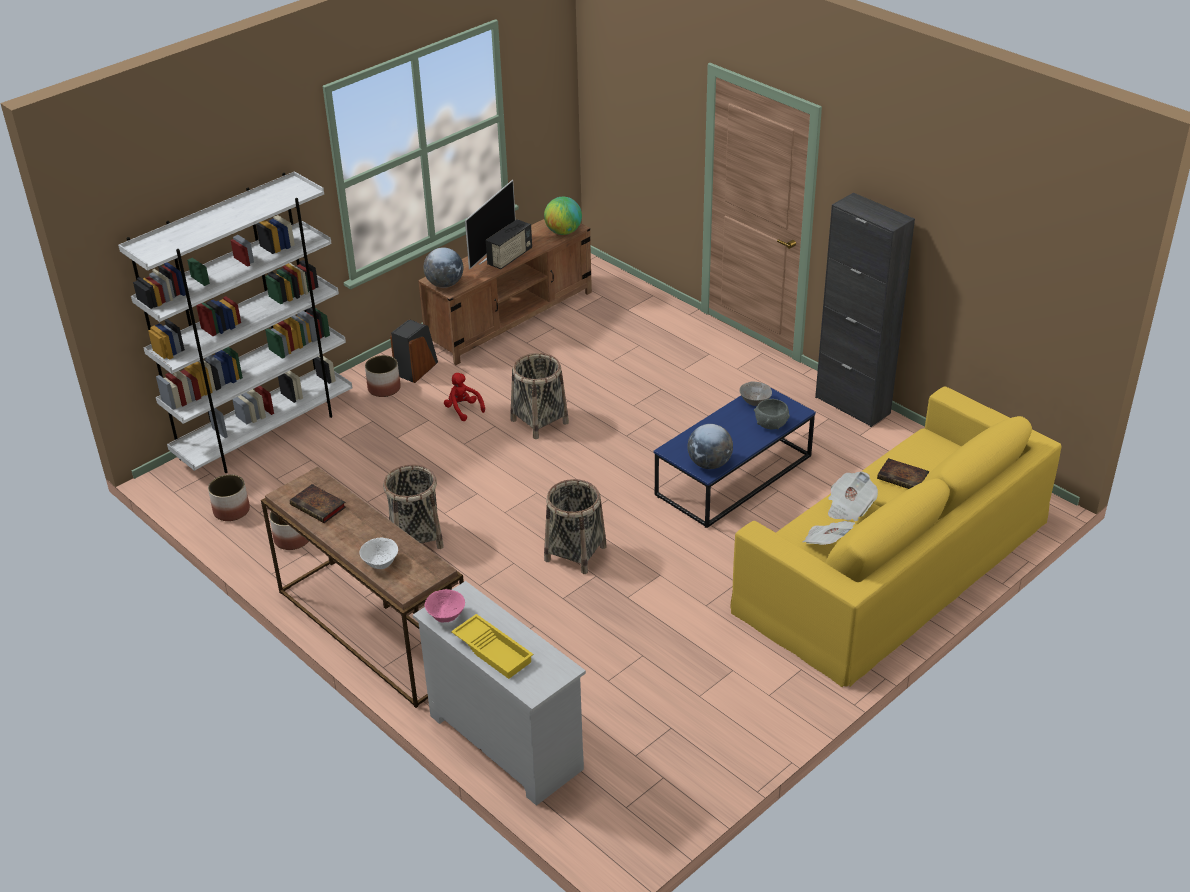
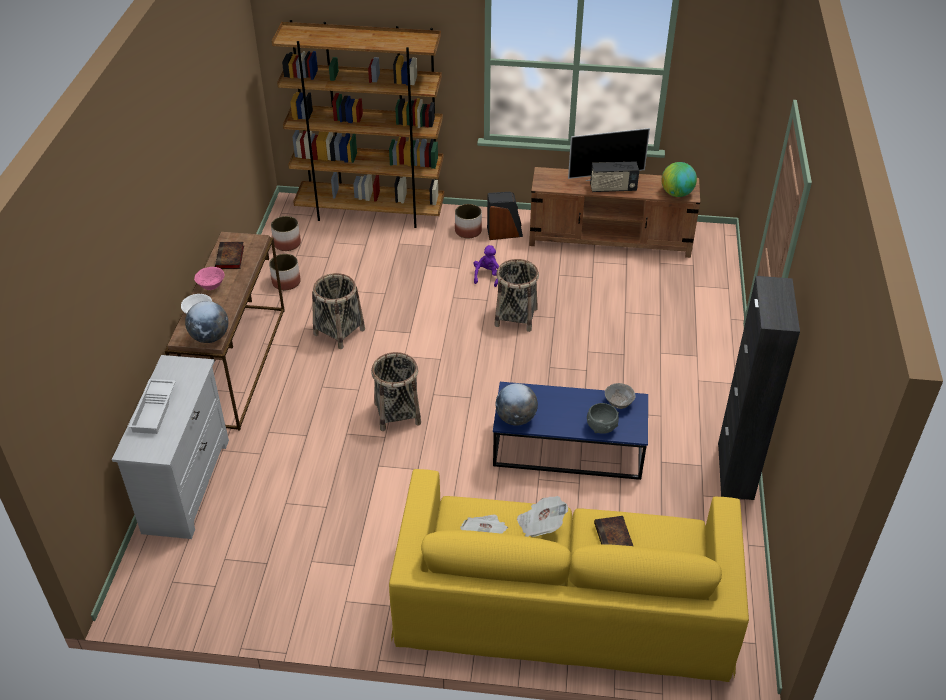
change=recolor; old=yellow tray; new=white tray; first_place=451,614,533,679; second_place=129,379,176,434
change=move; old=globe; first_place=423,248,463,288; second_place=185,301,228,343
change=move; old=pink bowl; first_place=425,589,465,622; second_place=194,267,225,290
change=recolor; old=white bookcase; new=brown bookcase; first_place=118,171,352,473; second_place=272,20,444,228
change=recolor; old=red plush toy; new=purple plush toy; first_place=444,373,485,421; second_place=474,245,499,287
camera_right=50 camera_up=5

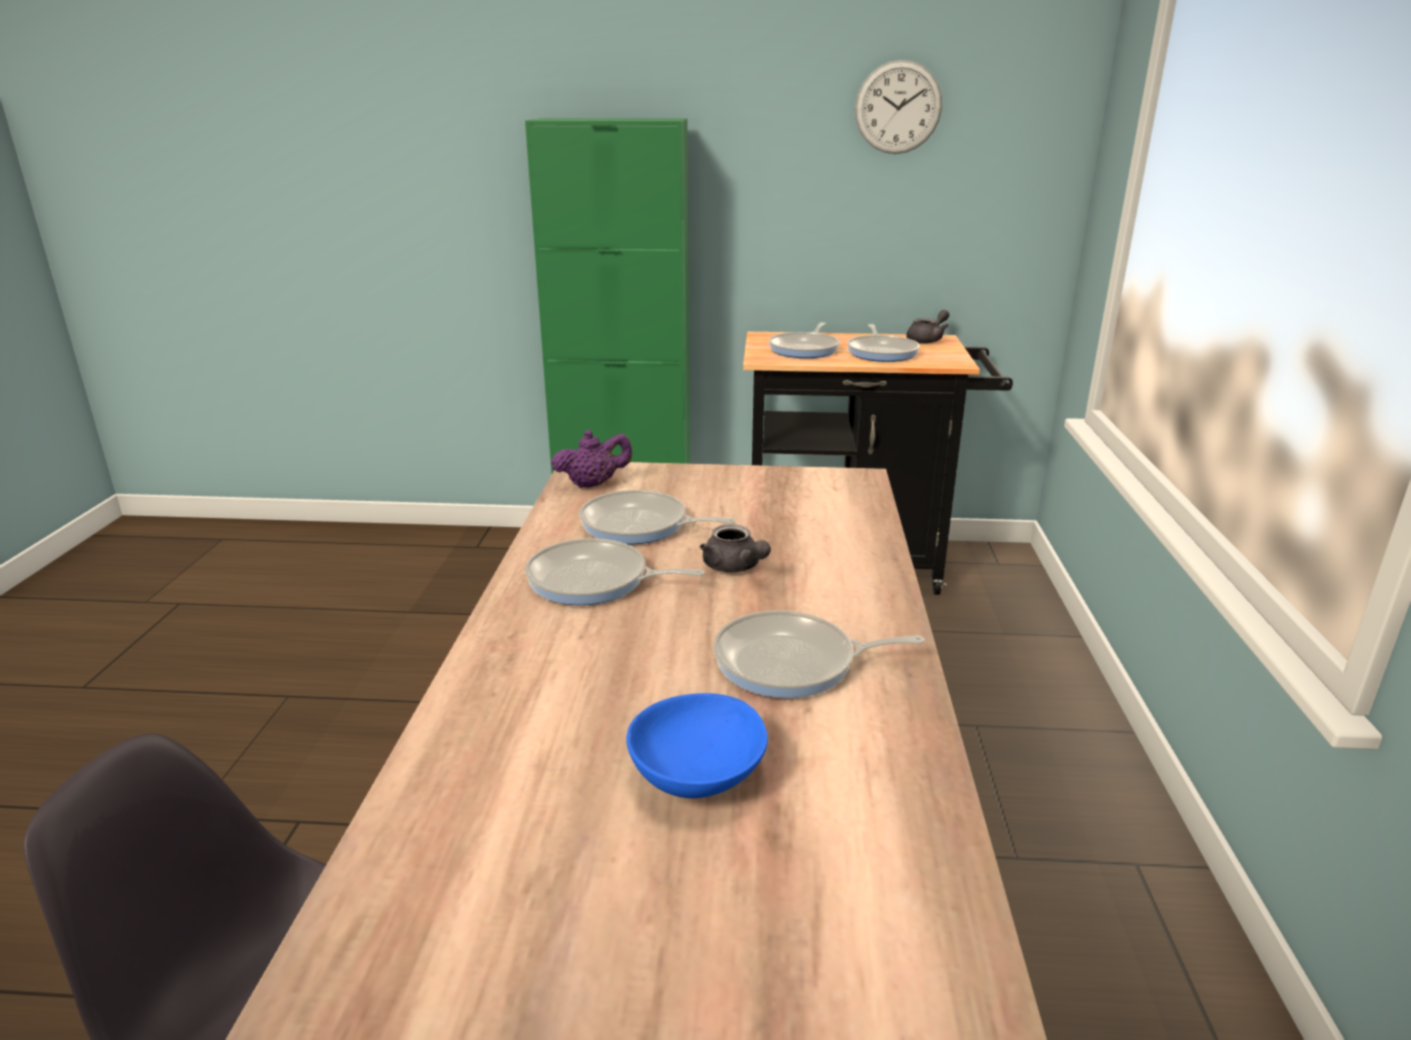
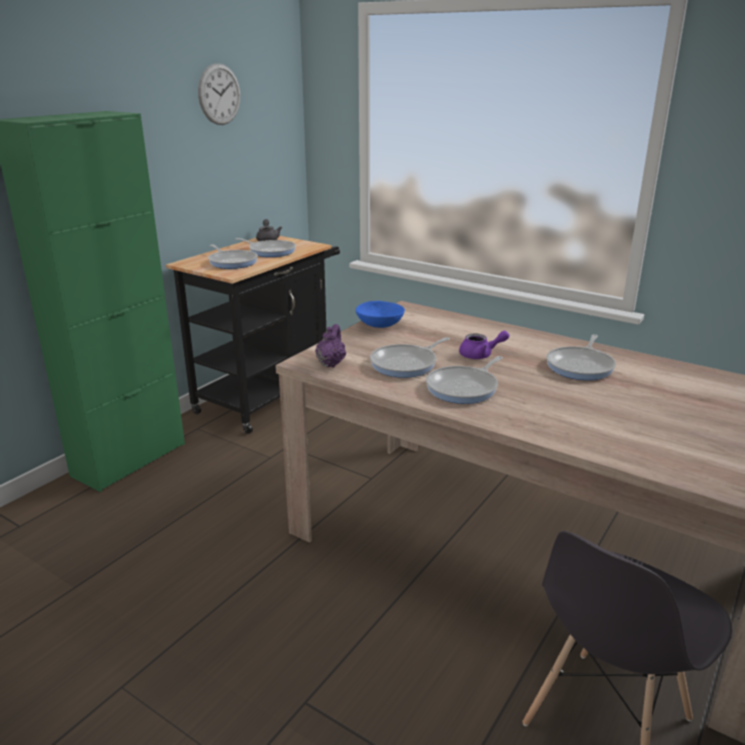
change=move; old=blue bowl; first_place=626,693,768,798; second_place=356,301,405,328
change=recolor; old=grey teapot; new=purple teapot; first_place=700,524,771,573; second_place=459,331,509,359
camera_right=-60 camera_up=0

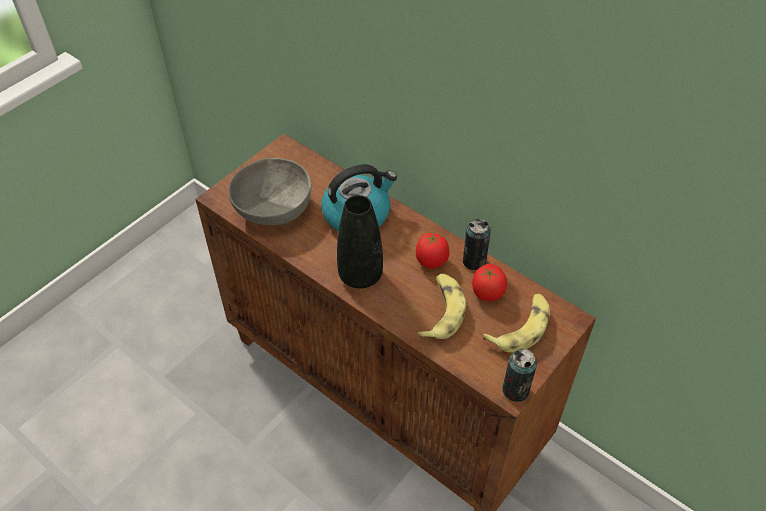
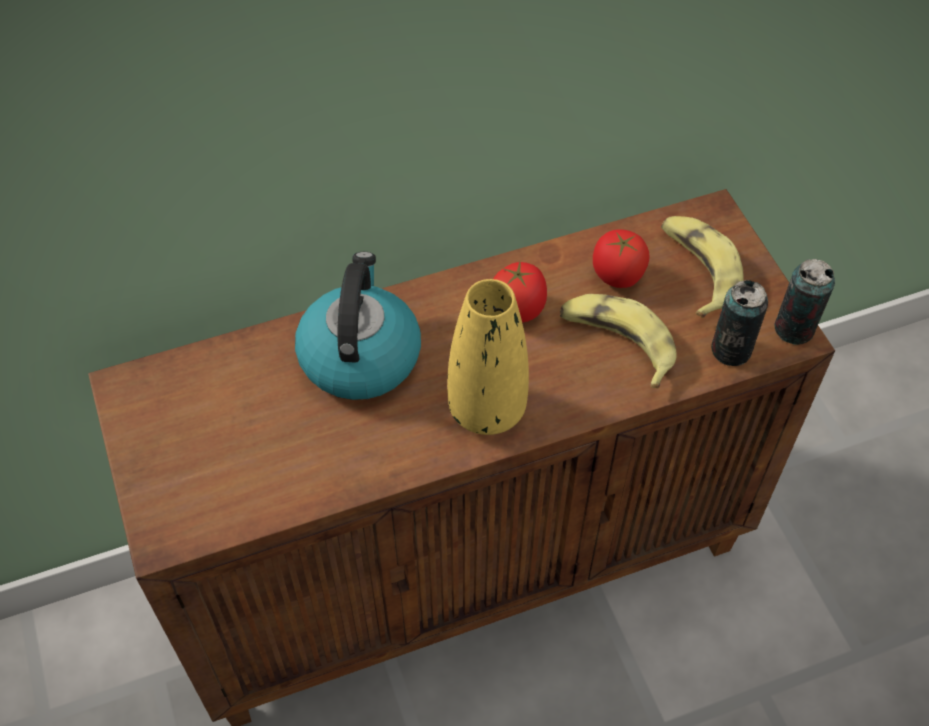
change=recolor; old=black vase; new=yellow vase; first_place=337,195,383,288; second_place=447,279,529,435
change=move; old=can; first_place=463,219,491,270; second_place=711,280,768,366
change=delete; old=grey bowl; first_place=228,158,311,225
camera_right=-60 camera_up=5

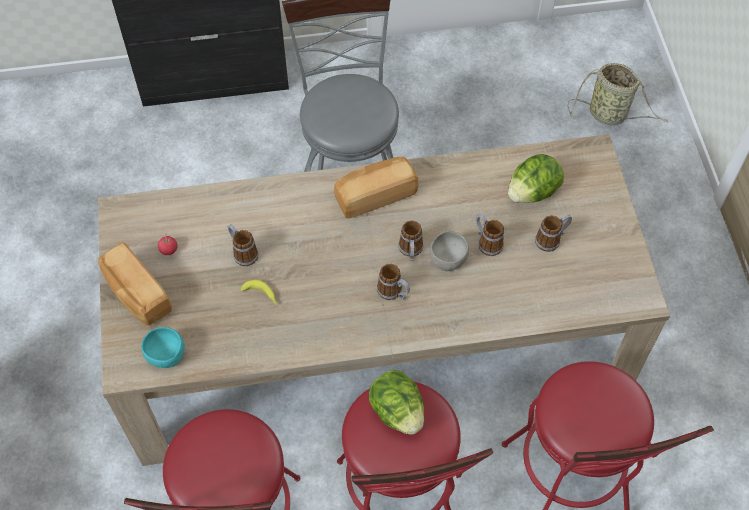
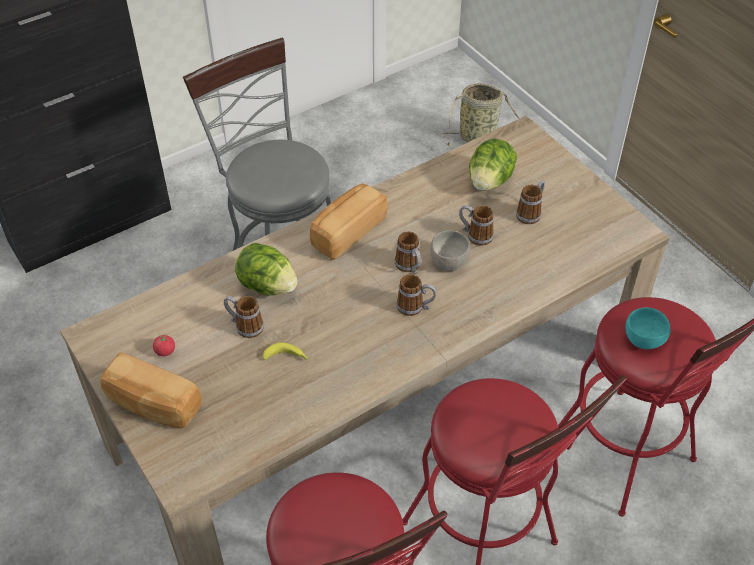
change=move; old=lettuce; first_place=369,370,424,435; second_place=235,243,297,296
change=move; old=turquoise bowl; first_place=141,327,185,368; second_place=625,308,670,349
camera_right=-25 camera_up=-10

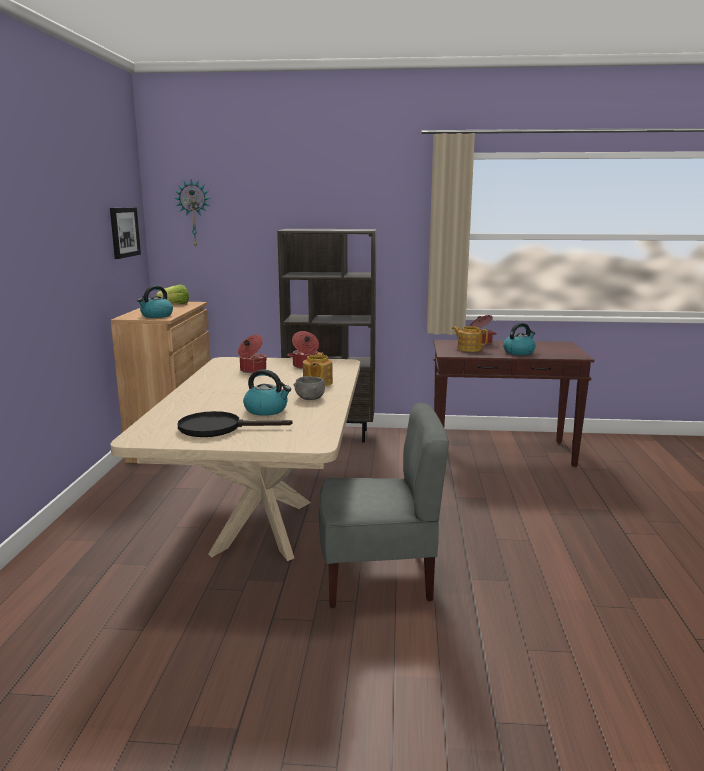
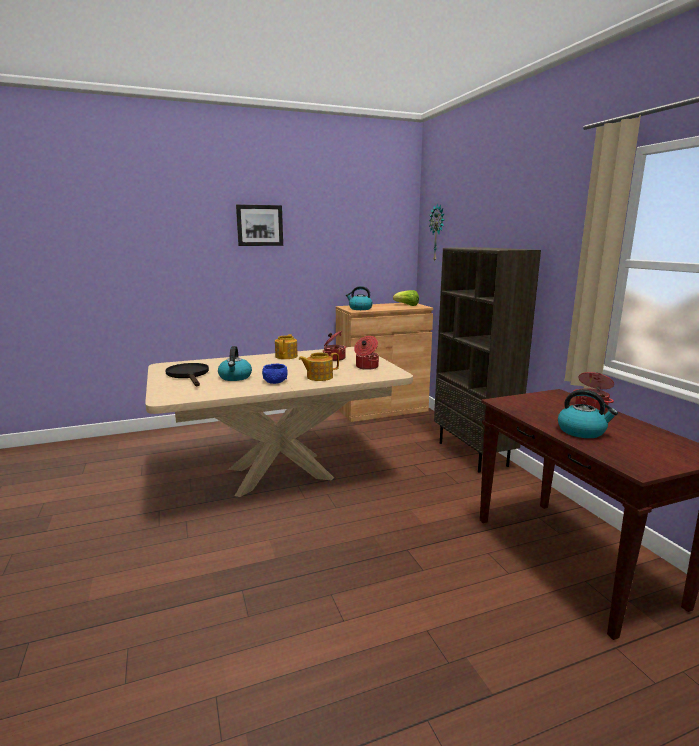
change=move; old=picture; first_place=110,207,141,259; second_place=236,204,283,246
change=recolor; old=grey bowl; new=blue bowl; first_place=294,376,326,400; second_place=262,364,288,384
change=move; old=teapot; first_place=452,326,488,352; second_place=275,334,298,359
change=delete; old=grey chair; first_place=319,403,449,608
camera_right=65 camera_up=0

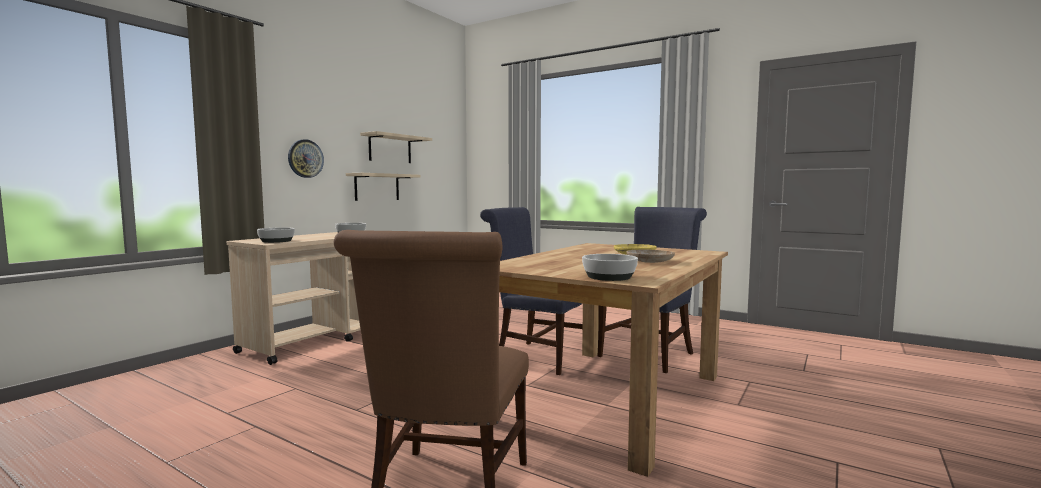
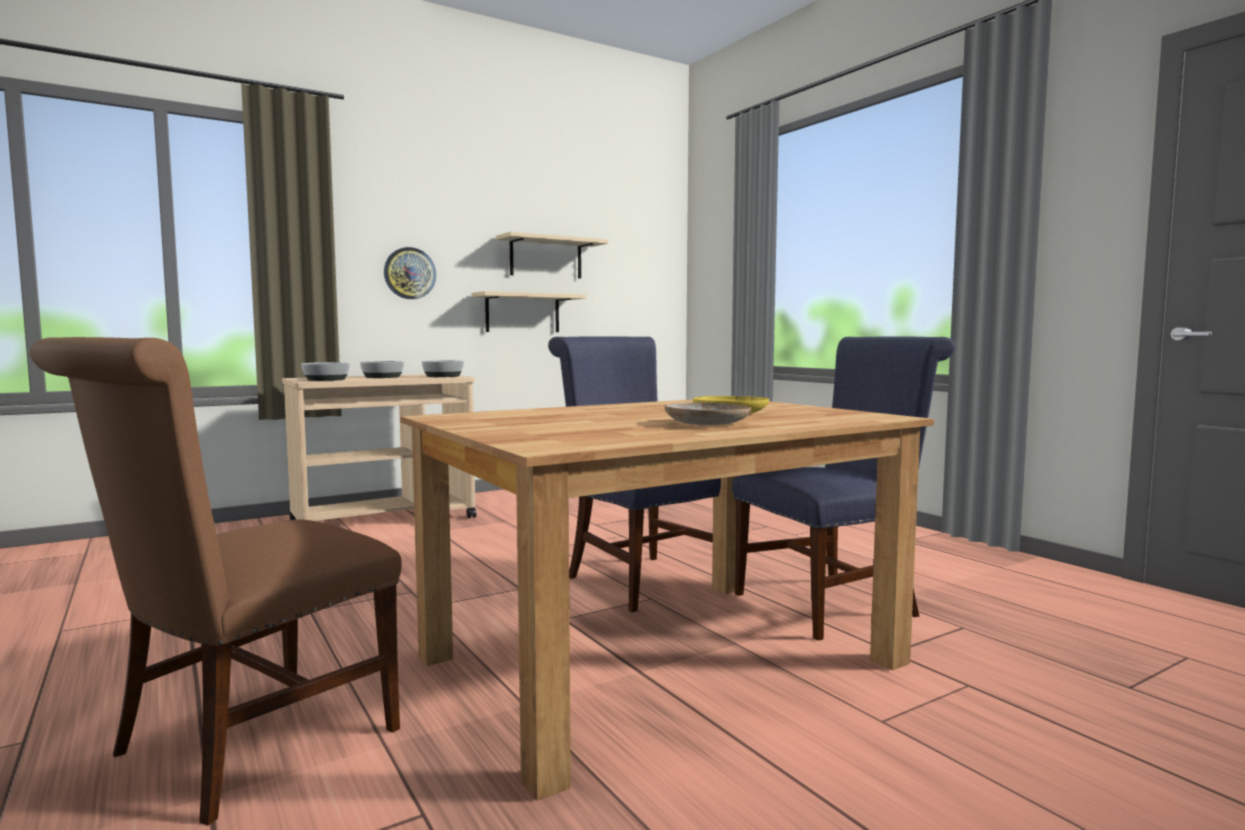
change=move; old=bowl; first_place=582,254,638,281; second_place=360,361,404,378
camera_right=25 camera_up=0

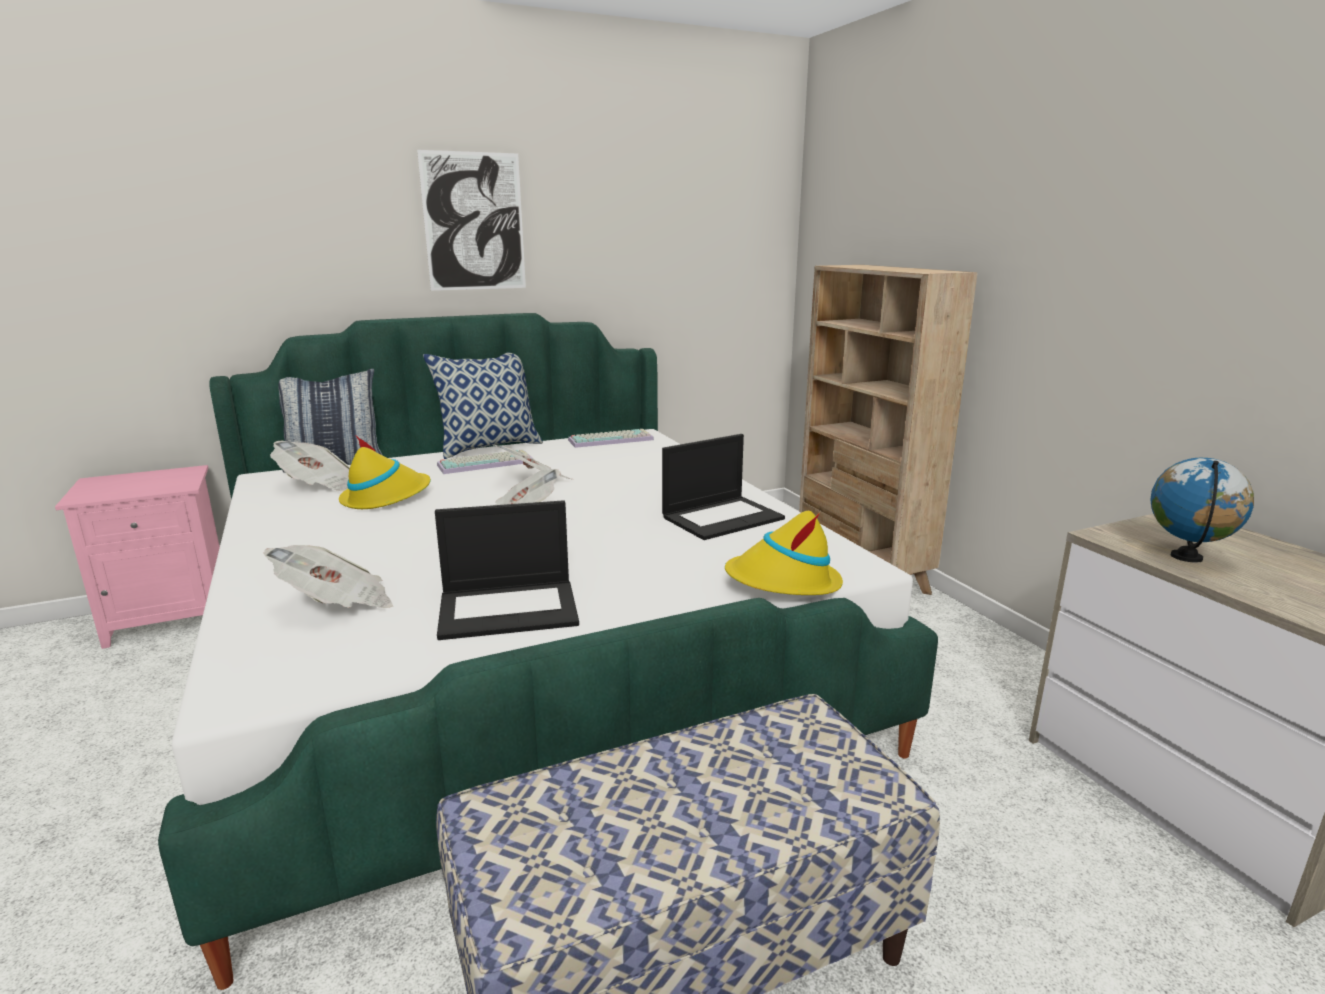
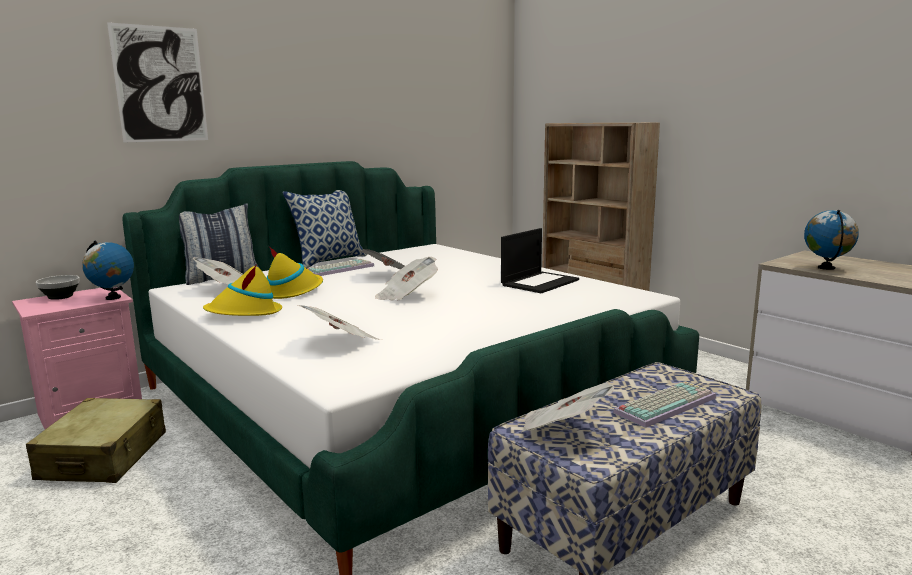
change=insert; new=beige suitcase; second_place=26,398,166,483
change=insert; new=bowl; second_place=36,275,80,300
change=insert; new=globe; second_place=82,240,134,300
change=move; old=picture; first_place=417,150,526,291; second_place=107,22,208,143
change=move; old=yellow hat; first_place=725,511,843,595; second_place=203,264,282,316
change=insert; new=newspaper; second_place=521,382,615,432
change=move; old=keyboard; first_place=568,429,654,448; second_place=613,381,716,428
change=delete; old=laptop; first_place=435,500,579,640
camera_right=-15 camera_up=-5

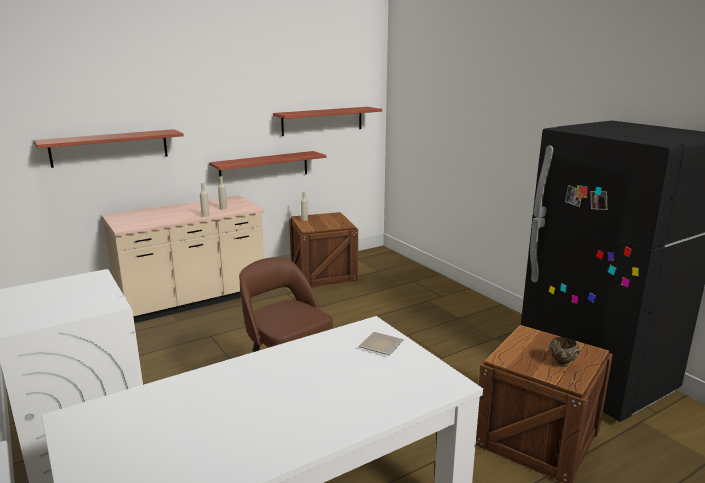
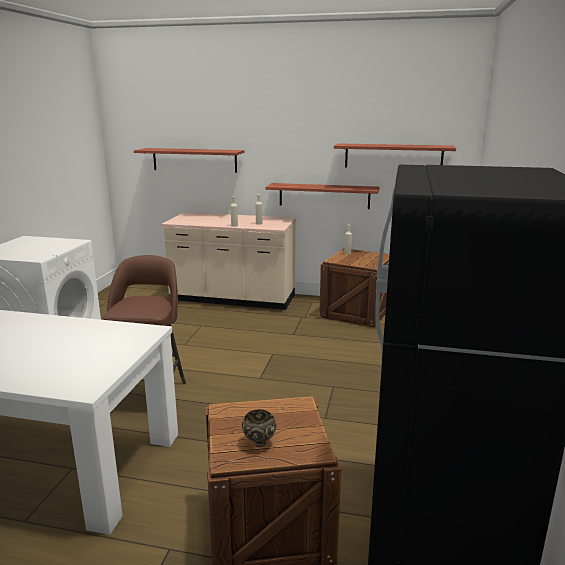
change=delete; old=plate; first_place=359,332,404,355
camera_right=45 camera_up=0

